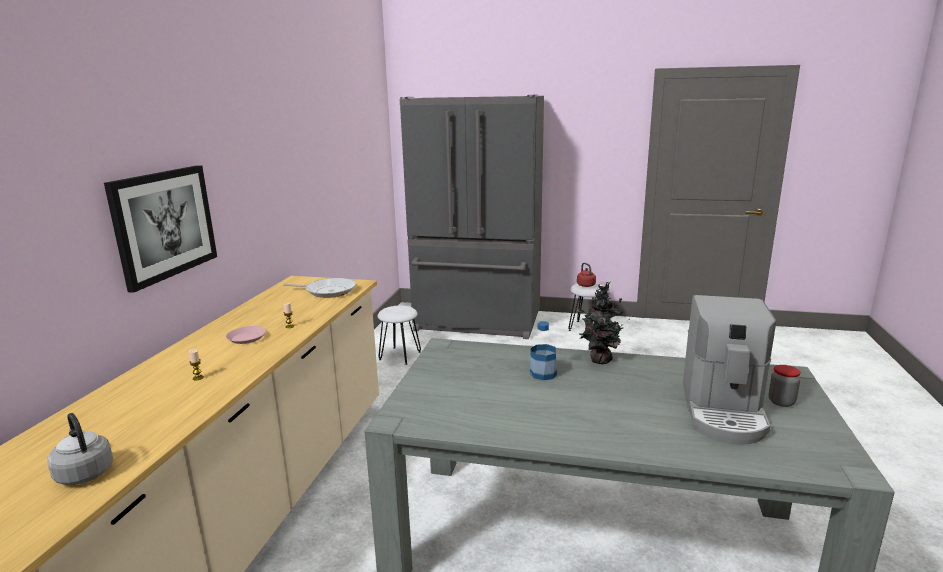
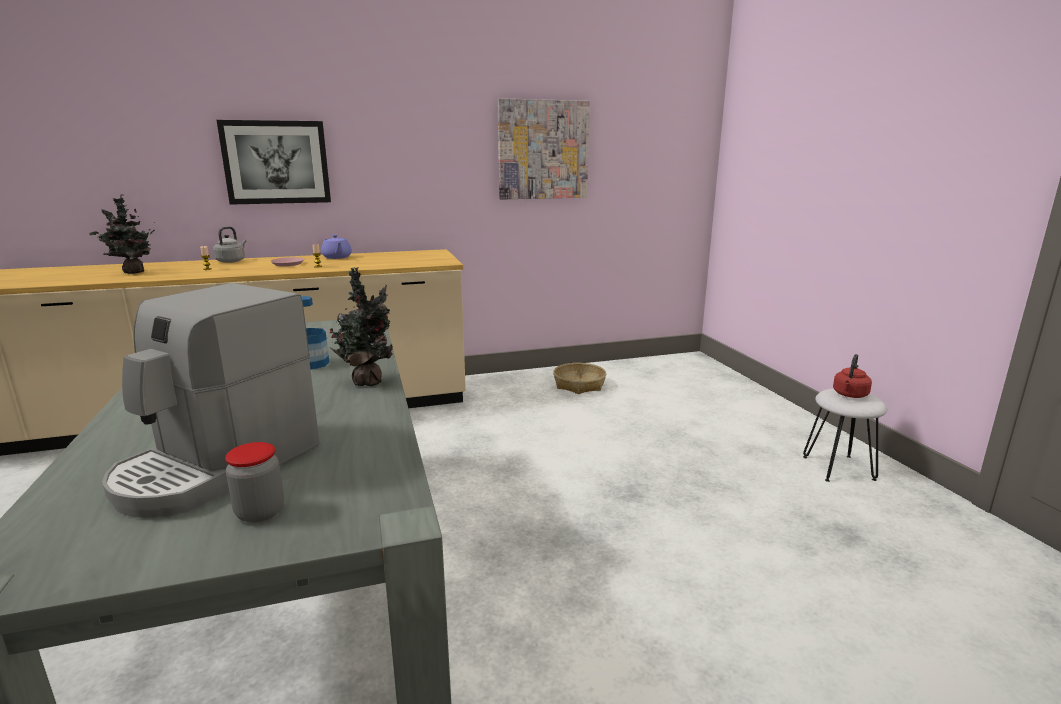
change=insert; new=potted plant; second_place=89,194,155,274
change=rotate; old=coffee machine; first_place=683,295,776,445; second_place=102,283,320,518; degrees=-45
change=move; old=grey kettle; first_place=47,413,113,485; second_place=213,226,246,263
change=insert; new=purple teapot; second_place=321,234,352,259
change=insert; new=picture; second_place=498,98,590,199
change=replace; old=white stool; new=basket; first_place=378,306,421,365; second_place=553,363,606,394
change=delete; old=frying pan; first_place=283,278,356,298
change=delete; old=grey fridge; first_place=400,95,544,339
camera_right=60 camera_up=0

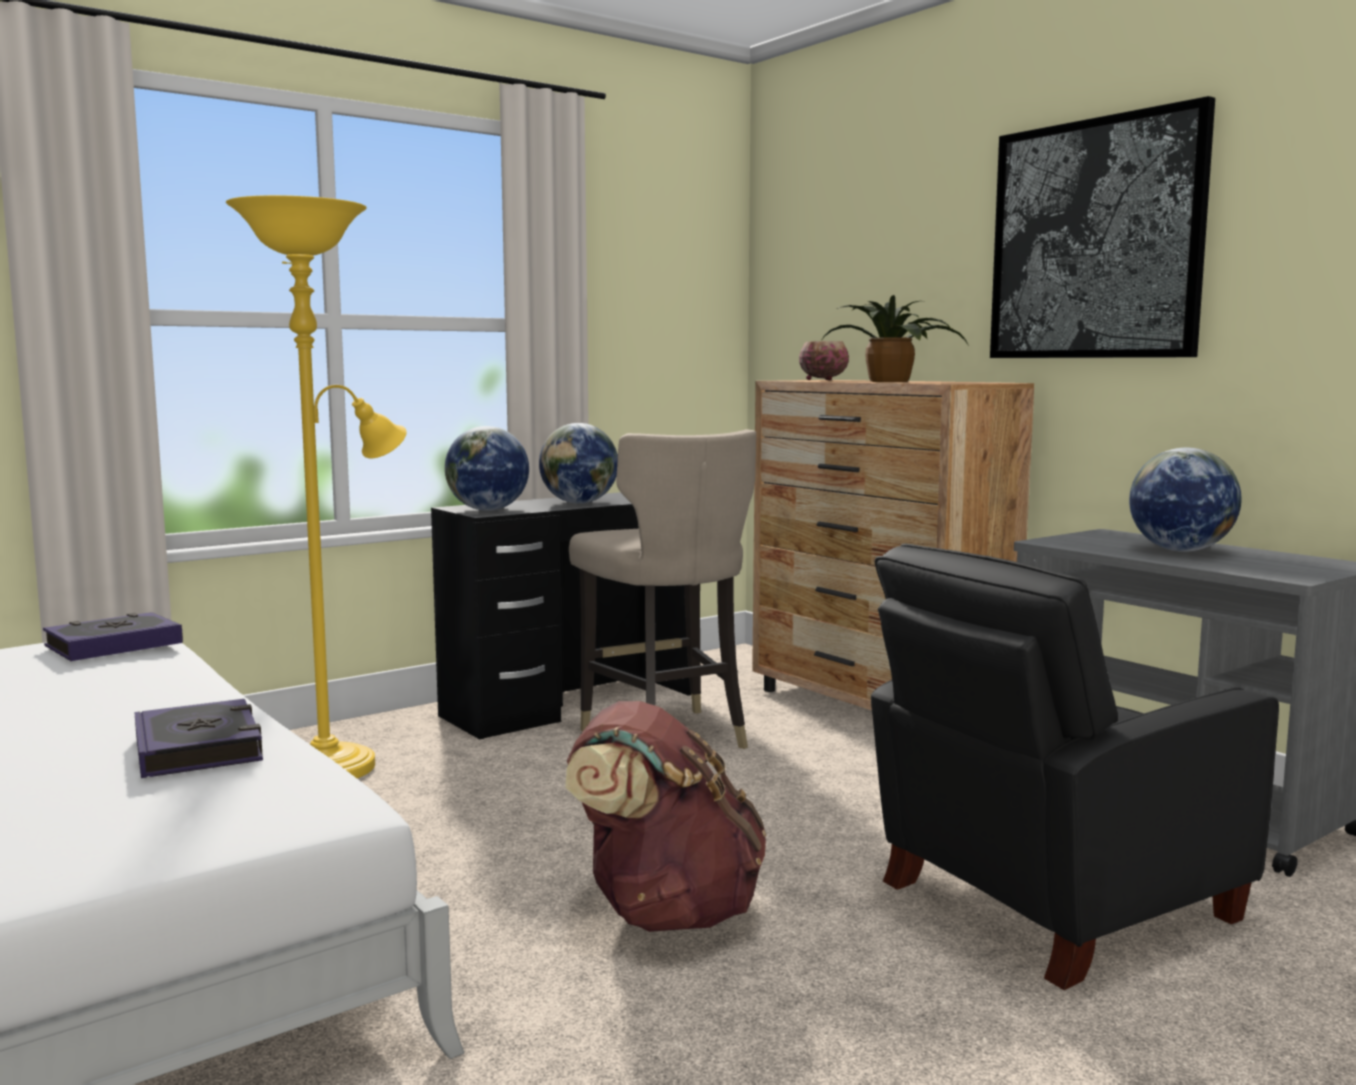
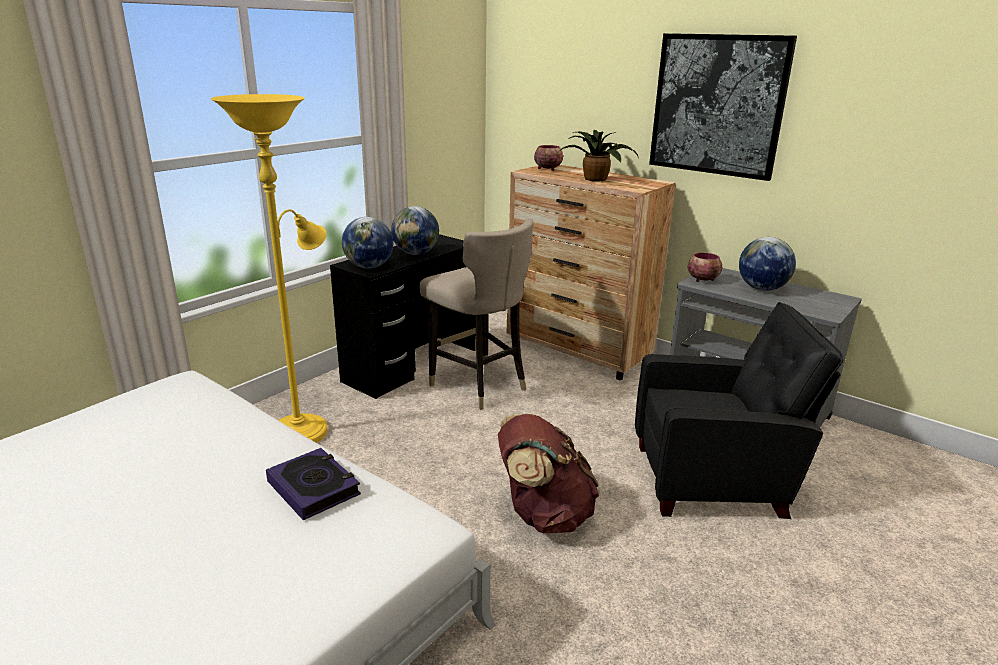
change=rotate; old=black armchair; first_place=871,544,1279,990; second_place=635,302,844,519; degrees=-135
change=insert; new=bowl; second_place=688,252,722,282
change=delete; old=book; first_place=43,612,183,661
camera_right=-15 camera_up=15

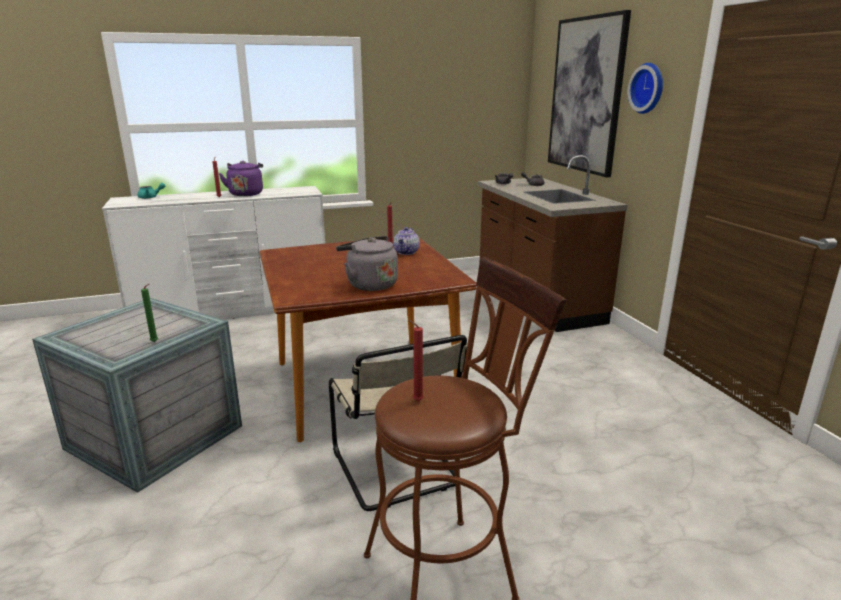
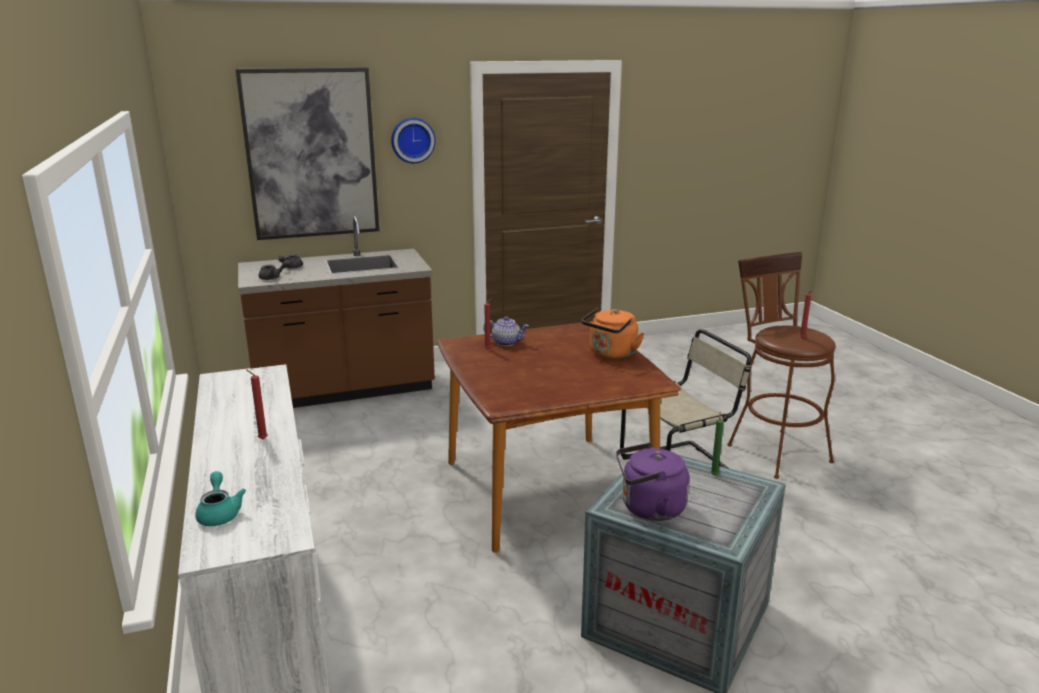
change=recolor; old=grey kettle; new=orange kettle; first_place=336,236,398,291; second_place=582,308,644,359
change=move; old=purple kettle; first_place=219,161,263,196; second_place=616,442,689,521
camera_right=-90 camera_up=0

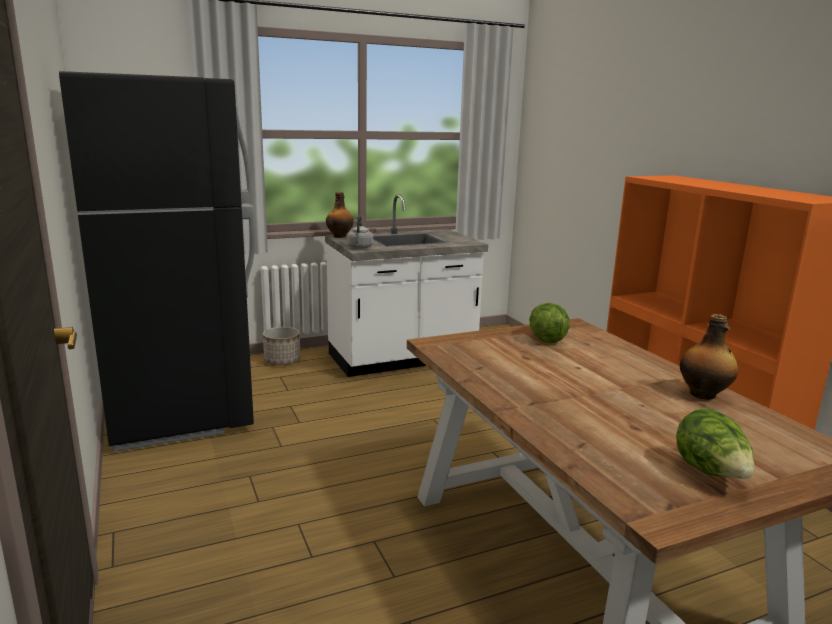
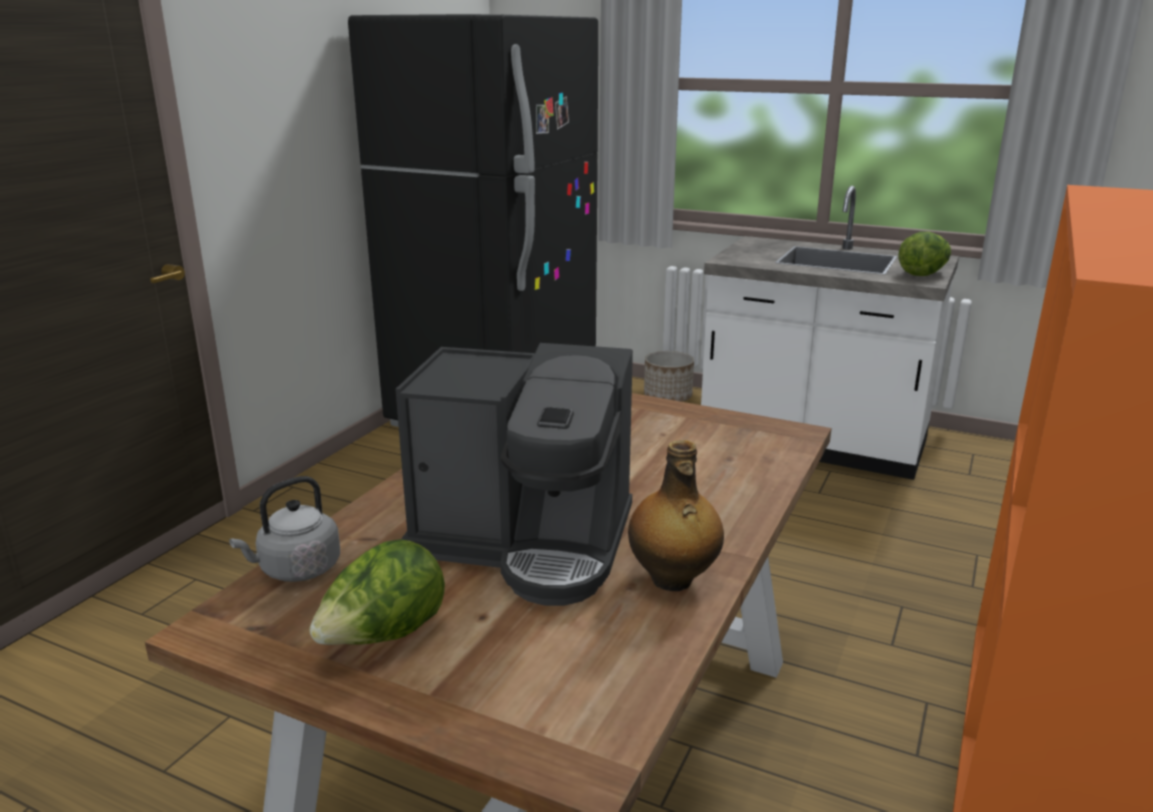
change=move; old=grey kettle; first_place=348,215,373,249; second_place=229,476,340,582
change=insert; new=coffee machine; second_place=395,343,633,606
change=move; old=lettuce; first_place=529,303,570,343; second_place=899,231,951,276
change=delete; old=bottle; first_place=326,192,354,238
camera_right=50 camera_up=5

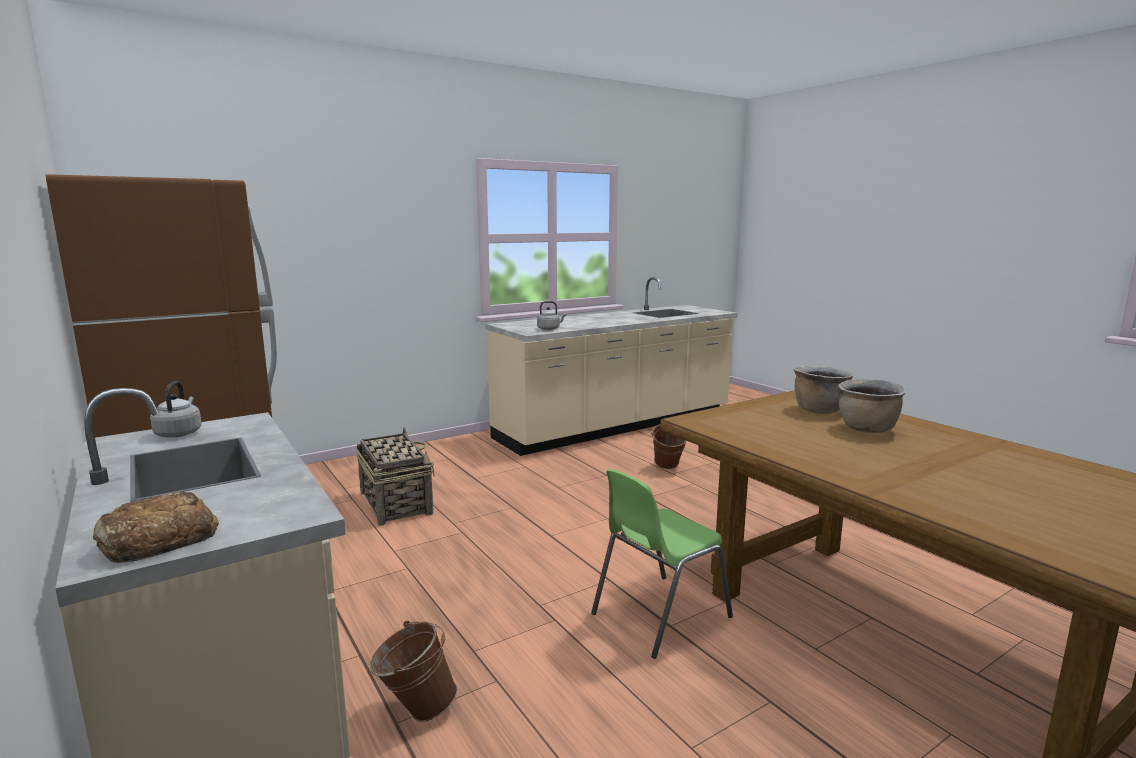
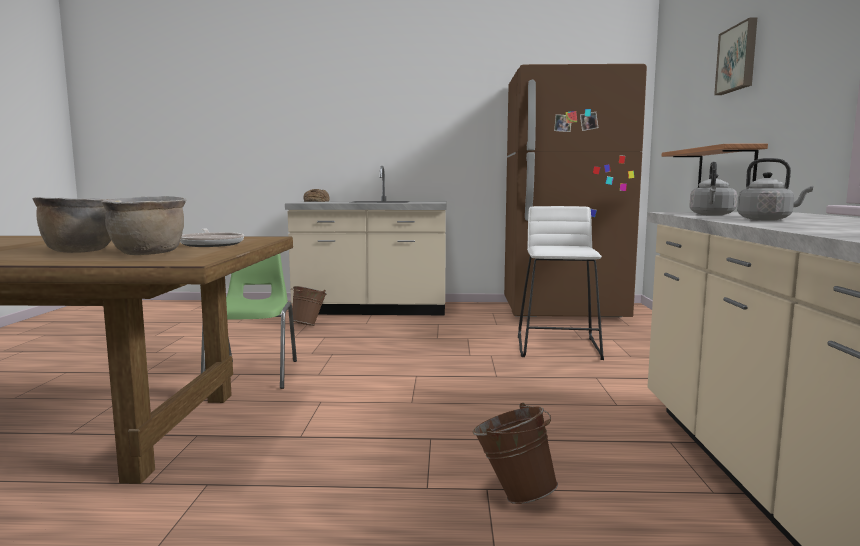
change=insert; new=frying pan; second_place=180,229,244,247
change=replace; old=basket; new=white stool; first_place=356,427,435,526; second_place=518,206,604,360
change=insert; new=shelf; second_place=662,144,768,188
change=insert; new=picture; second_place=714,18,757,95
change=move; old=grey kettle; first_place=150,381,202,438; second_place=737,158,813,221
camera_right=125 camera_up=-5

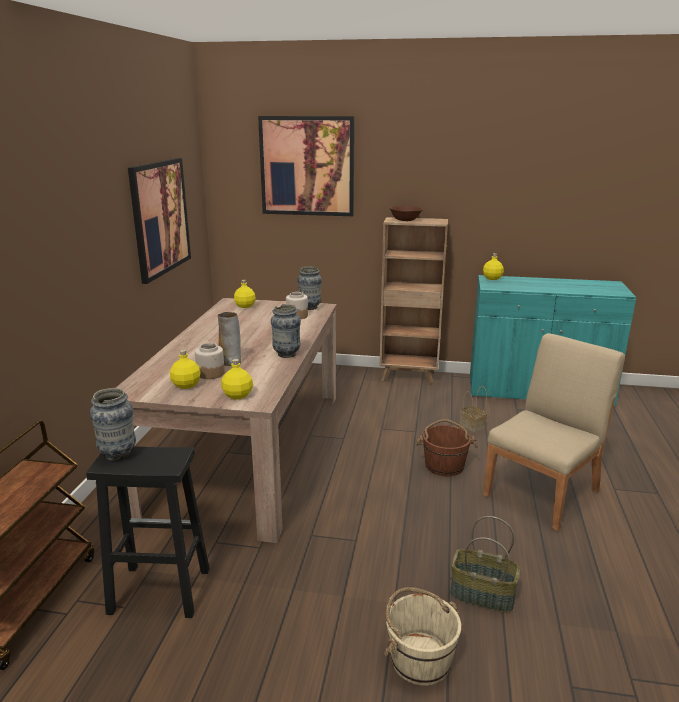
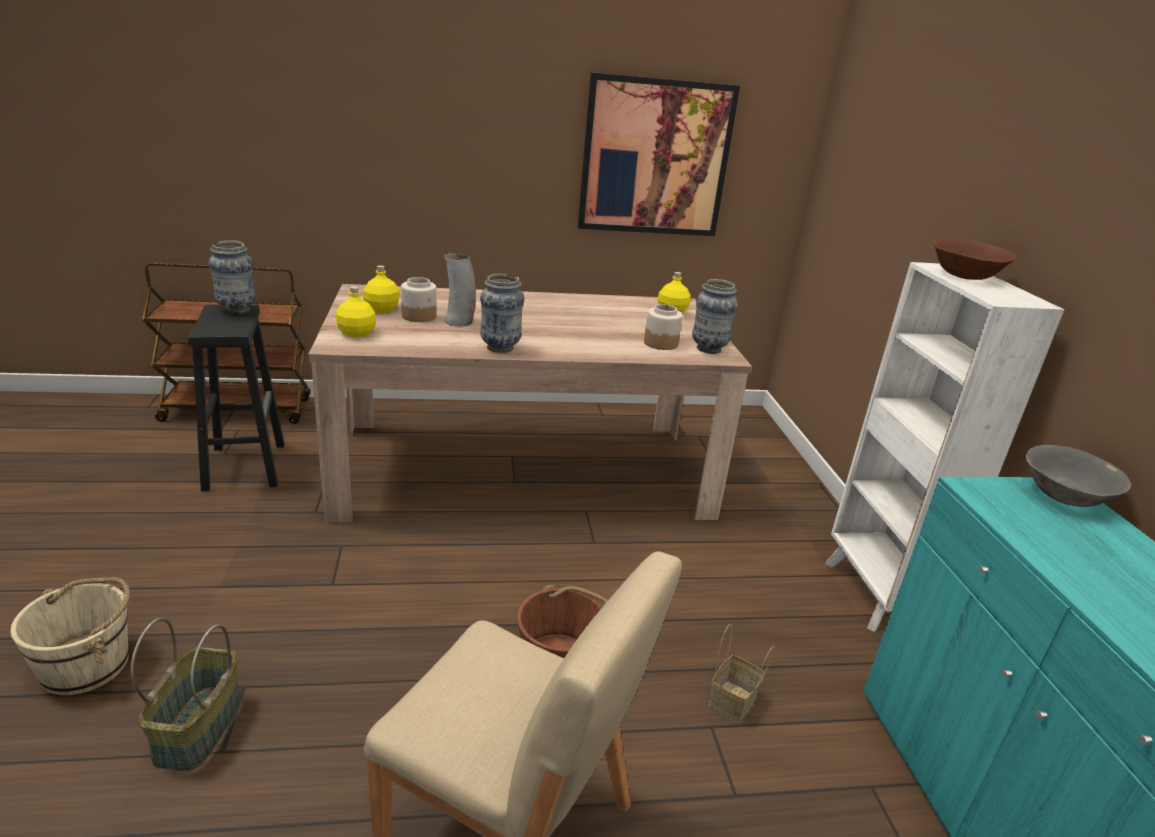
change=recolor; old=brown bookcase; new=white bookcase; first_place=380,217,448,385; second_place=825,262,1064,632
change=replace; old=yellow bottle; new=grey bowl; first_place=483,253,504,280; second_place=1026,445,1131,507
change=delete; old=picture; first_place=258,116,355,216
camera_right=70 camera_up=5

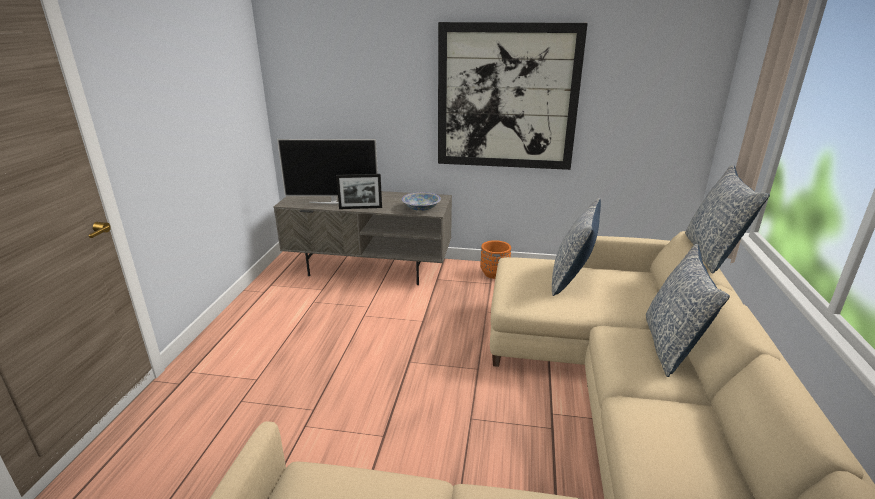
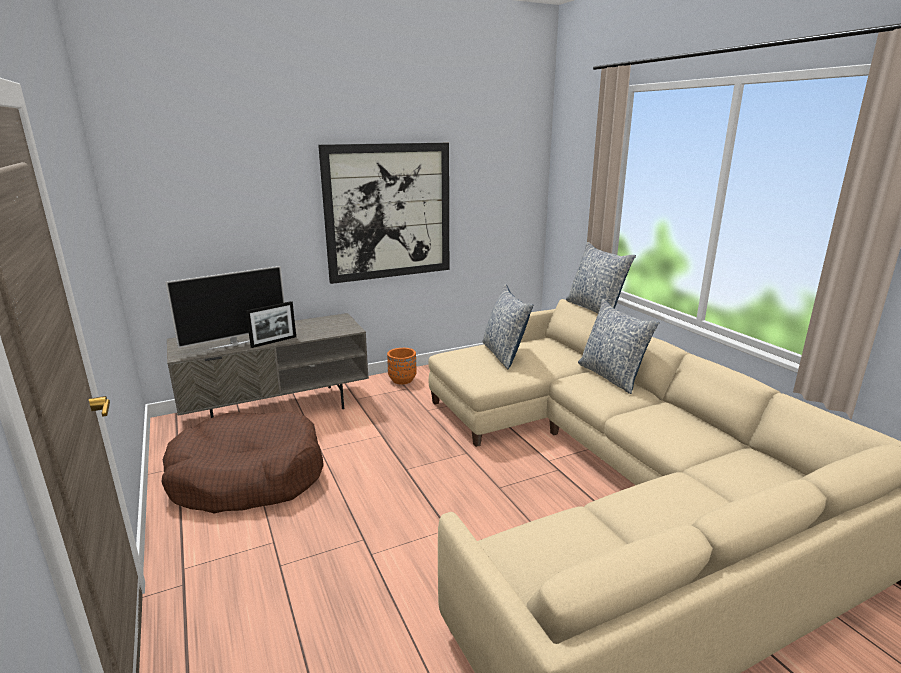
change=insert; new=brown dog bed; second_place=162,411,324,513
change=delete; old=bowl; first_place=402,192,441,211
camera_right=-35 camera_up=-5

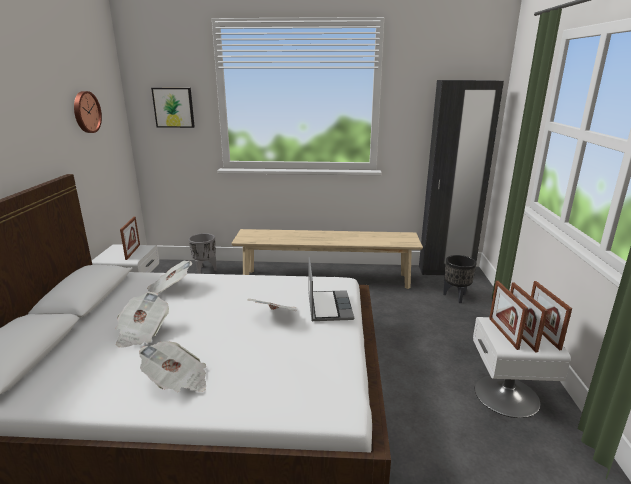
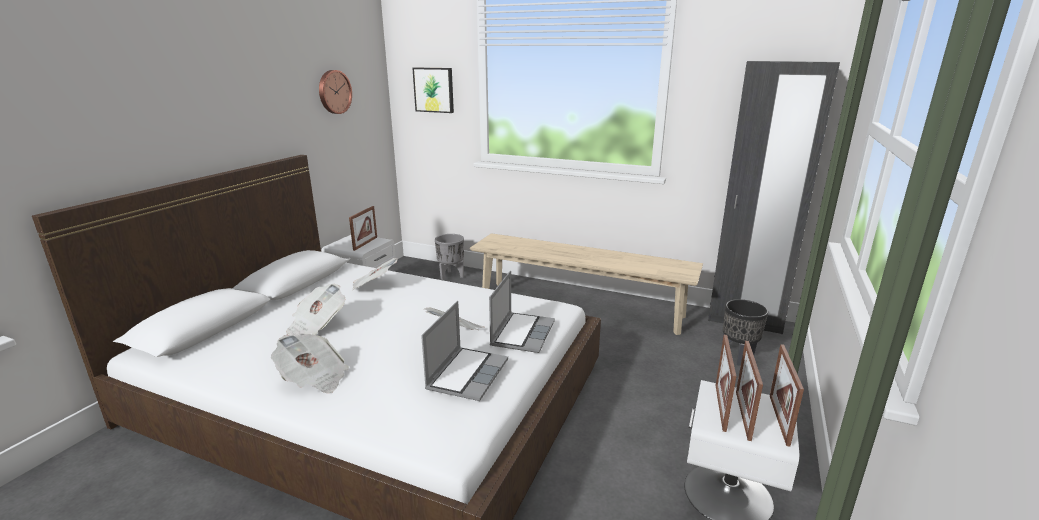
change=insert; new=laptop; second_place=421,301,508,401
camera_right=20 camera_up=0

